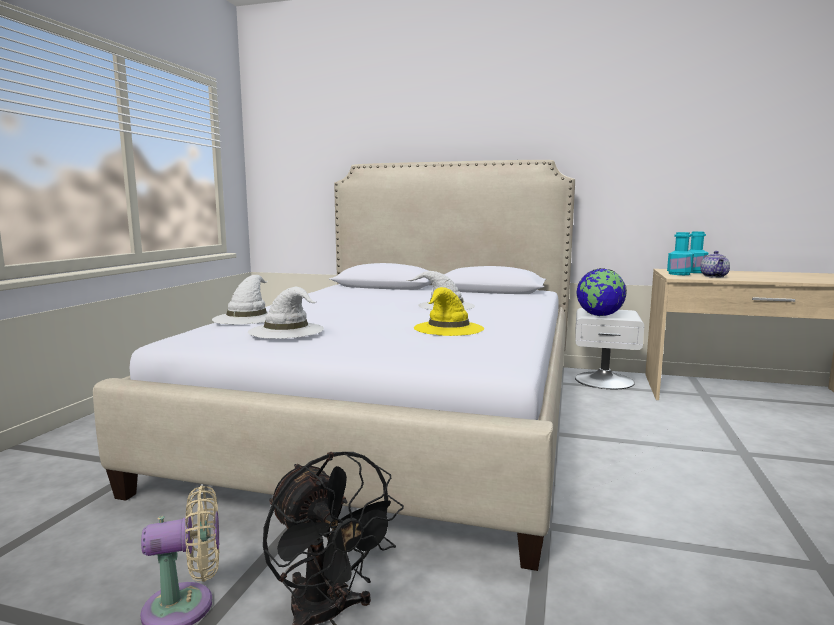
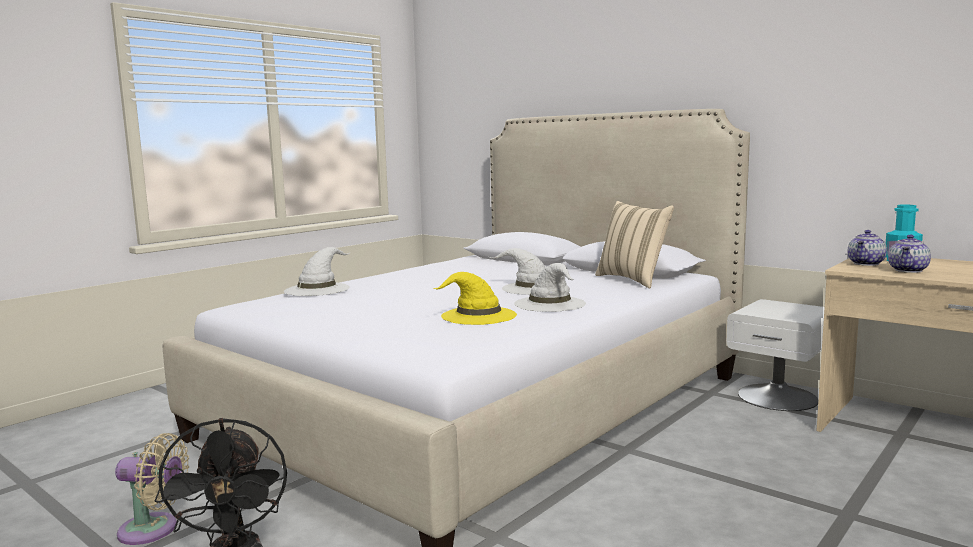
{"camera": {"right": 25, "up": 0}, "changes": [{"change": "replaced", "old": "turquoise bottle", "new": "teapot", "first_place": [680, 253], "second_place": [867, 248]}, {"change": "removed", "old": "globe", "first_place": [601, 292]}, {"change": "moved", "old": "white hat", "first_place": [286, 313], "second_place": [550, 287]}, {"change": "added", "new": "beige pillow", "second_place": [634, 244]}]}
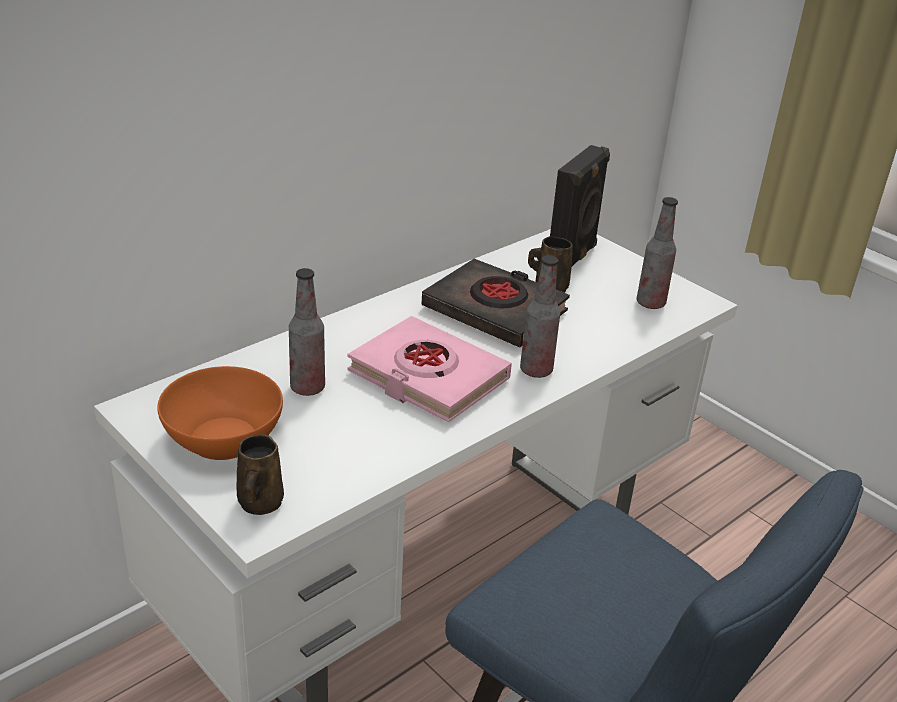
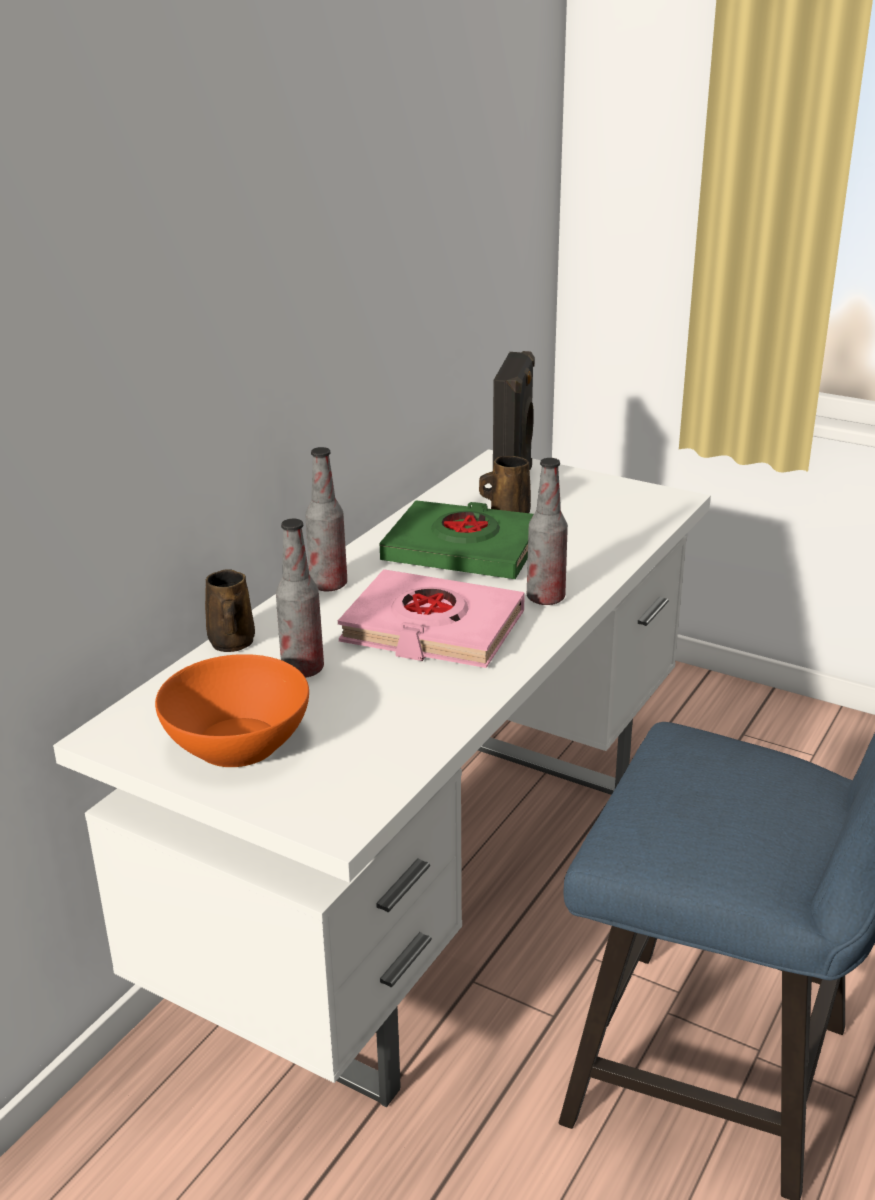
{"camera": {"right": -15, "up": -5}, "changes": [{"change": "moved", "old": "bottle", "first_place": [657, 253], "second_place": [326, 519]}, {"change": "recoloured", "old": "black book", "new": "green book", "first_place": [496, 303], "second_place": [457, 539]}, {"change": "moved", "old": "brown mug", "first_place": [260, 474], "second_place": [230, 610]}]}
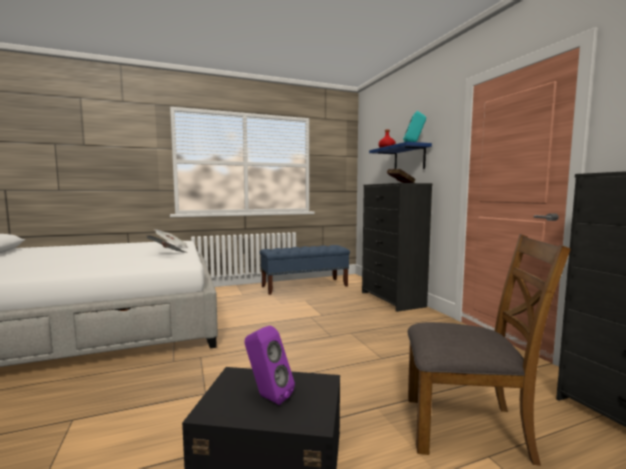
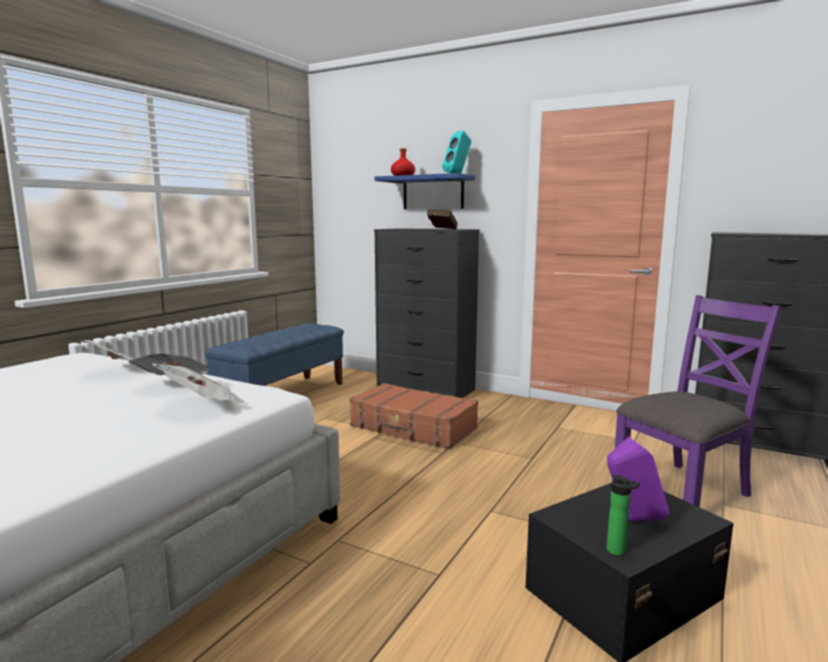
{"camera": {"right": -40, "up": 5}, "changes": [{"change": "recoloured", "old": "brown chair", "new": "purple chair", "first_place": [489, 350], "second_place": [698, 401]}, {"change": "added", "new": "newspaper", "second_place": [200, 384]}, {"change": "added", "new": "brown suitcase", "second_place": [414, 416]}, {"change": "added", "new": "bottle", "second_place": [623, 515]}]}
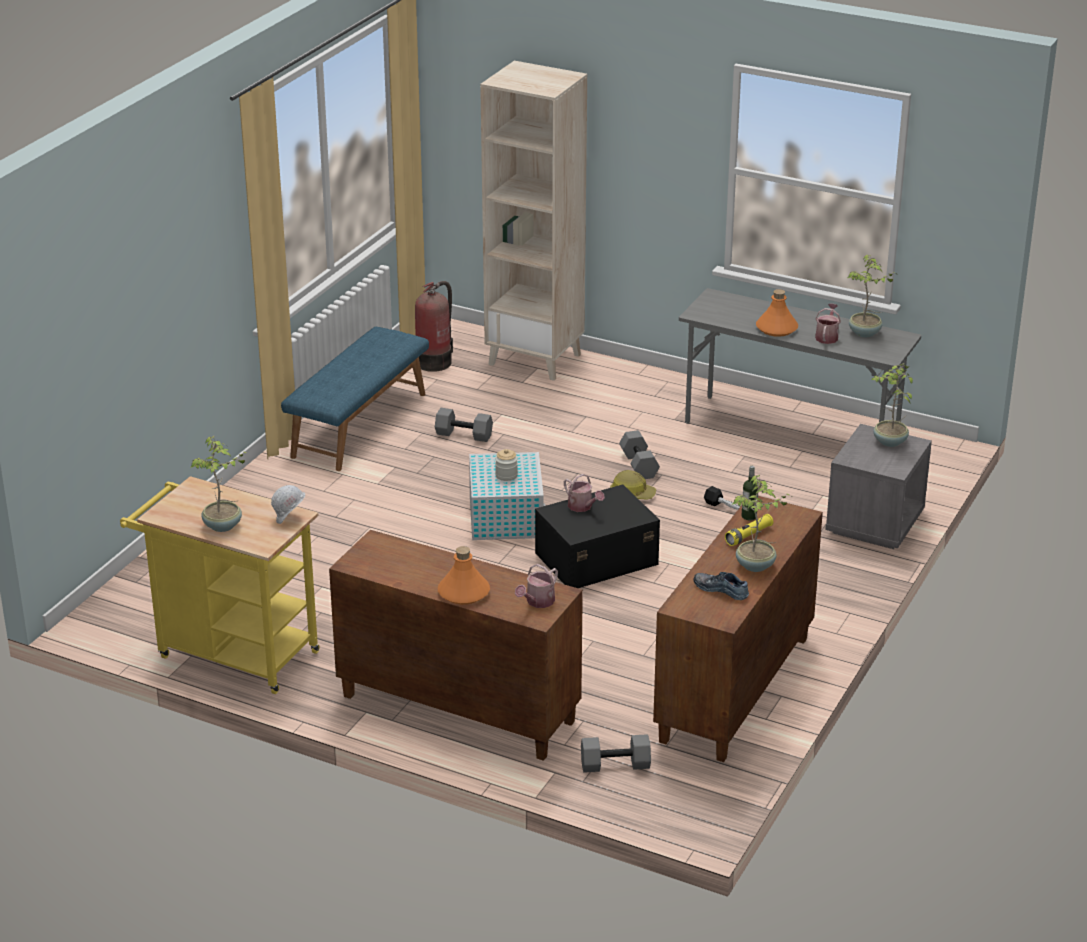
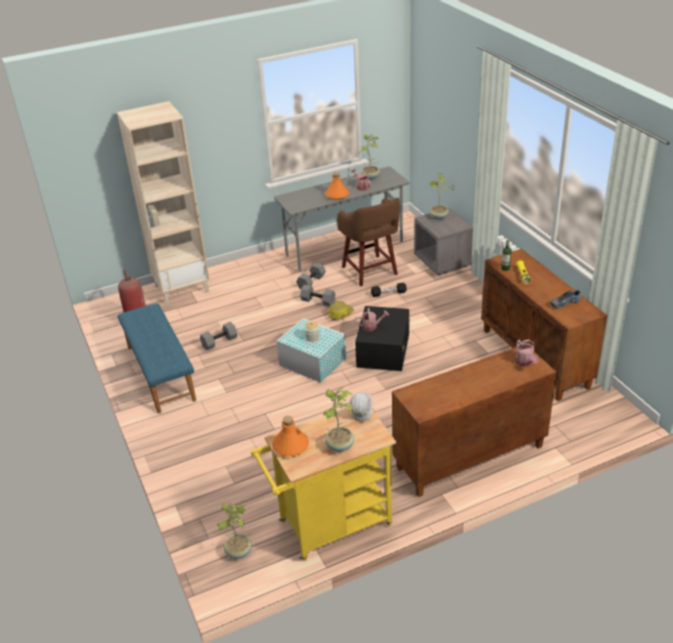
{"camera": {"right": -50, "up": 5}, "changes": [{"change": "moved", "old": "potted plant", "first_place": [761, 523], "second_place": [234, 530]}, {"change": "moved", "old": "orange bottle", "first_place": [464, 575], "second_place": [290, 436]}, {"change": "moved", "old": "grey dumbbell", "first_place": [616, 753], "second_place": [311, 275]}, {"change": "added", "new": "brown stool", "second_place": [368, 242]}]}
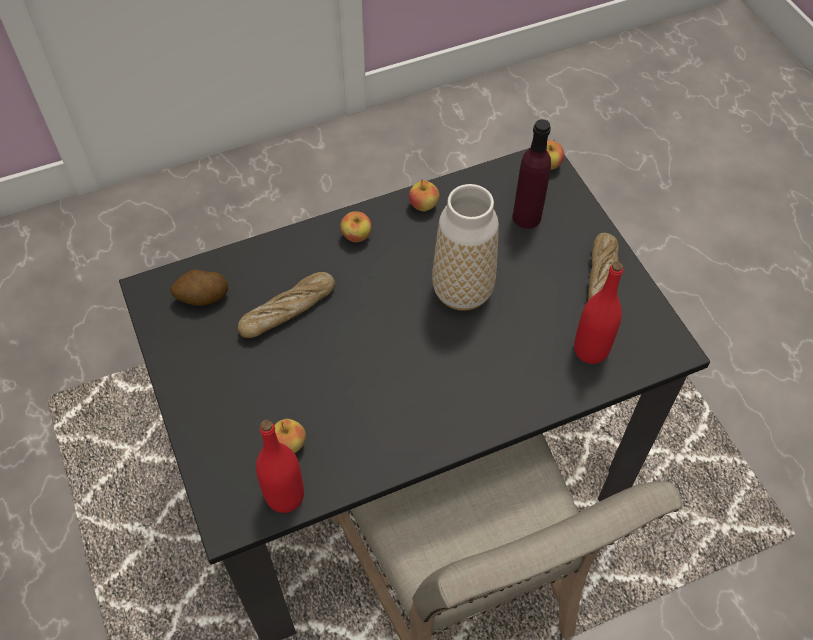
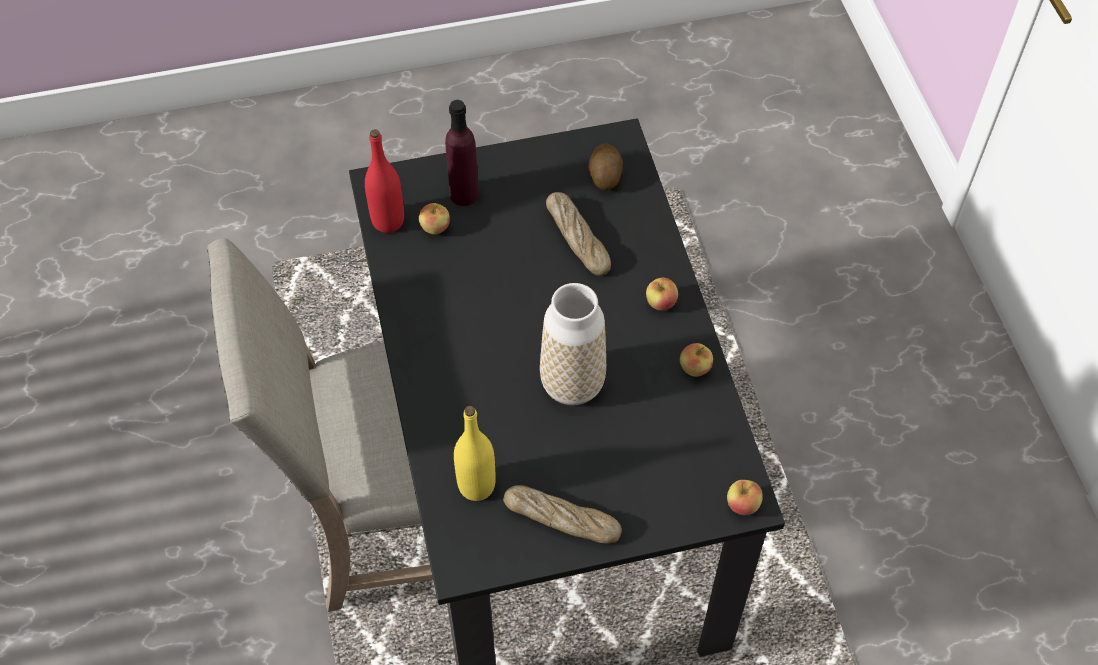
{"camera": {"right": 100, "up": 0}, "changes": [{"change": "moved", "old": "purple bottle", "first_place": [532, 174], "second_place": [462, 153]}, {"change": "recoloured", "old": "red bottle", "new": "yellow bottle", "first_place": [598, 313], "second_place": [475, 453]}]}
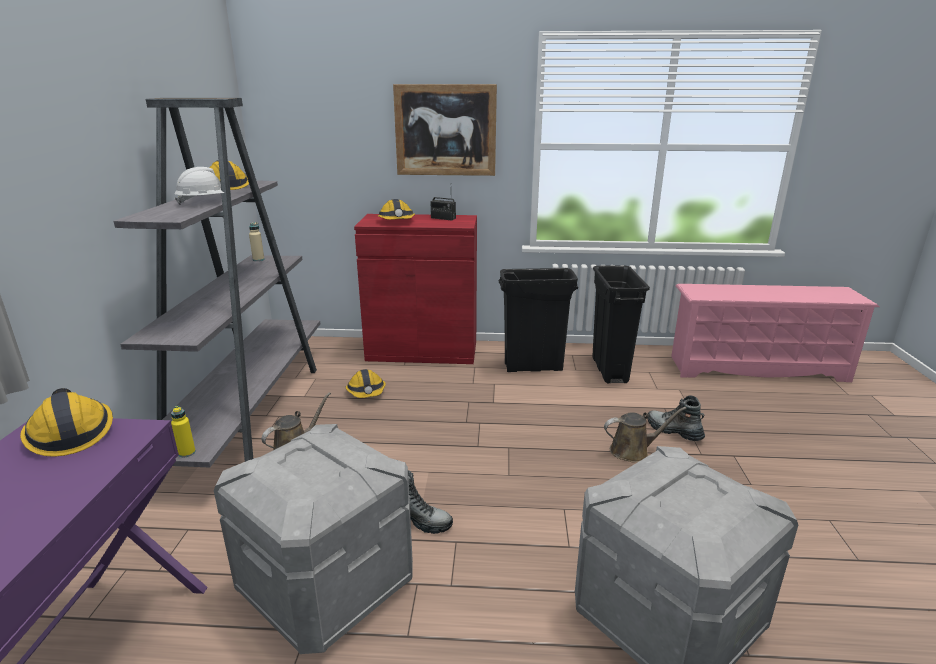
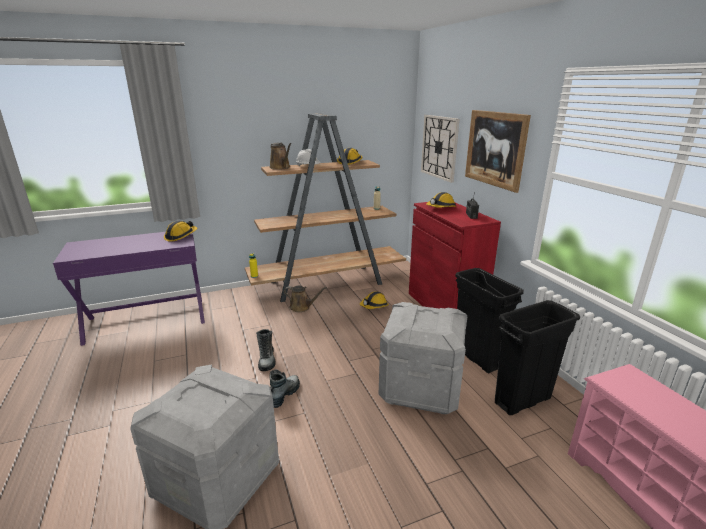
{"camera": {"right": 65, "up": 0}, "changes": [{"change": "recoloured", "old": "grey bookcase", "new": "brown bookcase", "first_place": [217, 282], "second_place": [325, 207]}, {"change": "moved", "old": "boot", "first_place": [676, 418], "second_place": [284, 388]}, {"change": "moved", "old": "brown watering can", "first_place": [645, 435], "second_place": [280, 156]}, {"change": "moved", "old": "grey storage box", "first_place": [313, 539], "second_place": [423, 358]}, {"change": "added", "new": "wall clock", "second_place": [440, 149]}]}
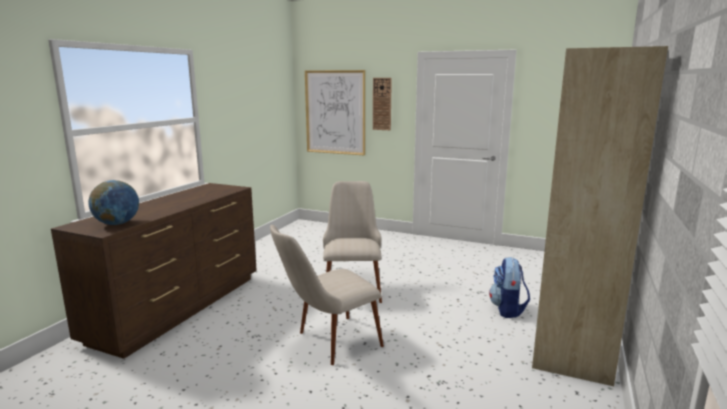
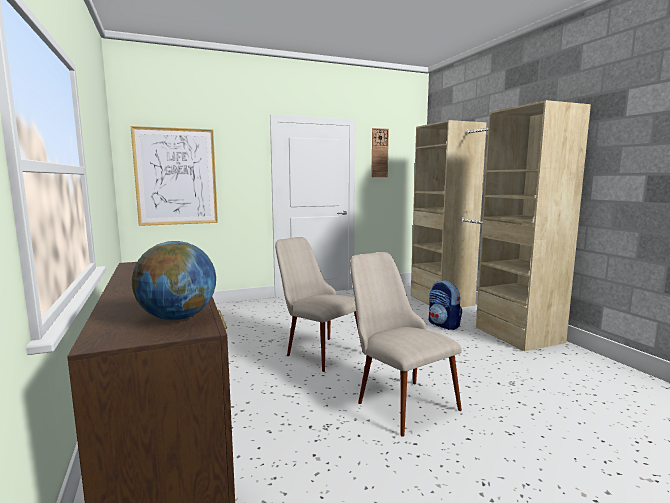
{"camera": {"right": -45, "up": -5}, "changes": [{"change": "moved", "old": "wall clock", "first_place": [382, 104], "second_place": [380, 152]}, {"change": "turned", "old": "beige chair", "first_place": [327, 295], "second_place": [406, 344], "degrees": 135}]}
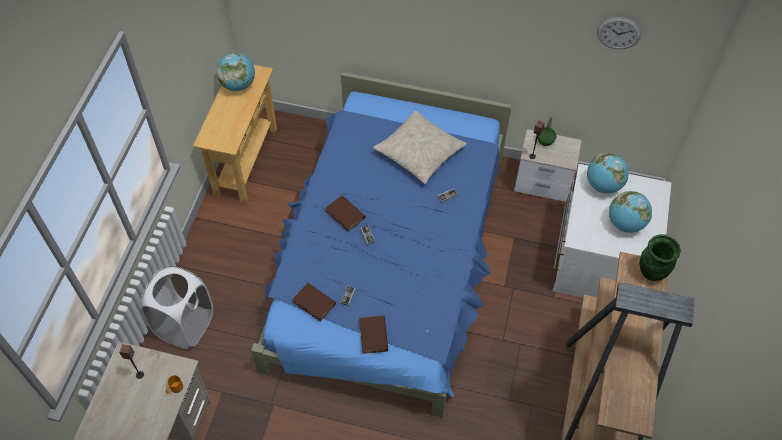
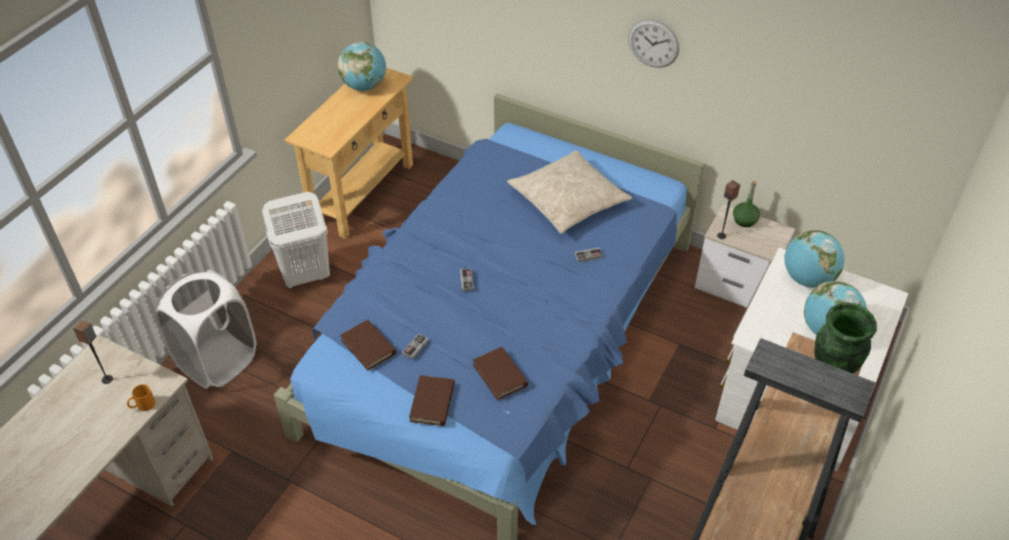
{"camera": {"right": 15, "up": -10}, "changes": [{"change": "moved", "old": "wall clock", "first_place": [619, 33], "second_place": [653, 43]}, {"change": "moved", "old": "brown book", "first_place": [345, 213], "second_place": [500, 373]}, {"change": "added", "new": "white laundry basket", "second_place": [296, 240]}]}
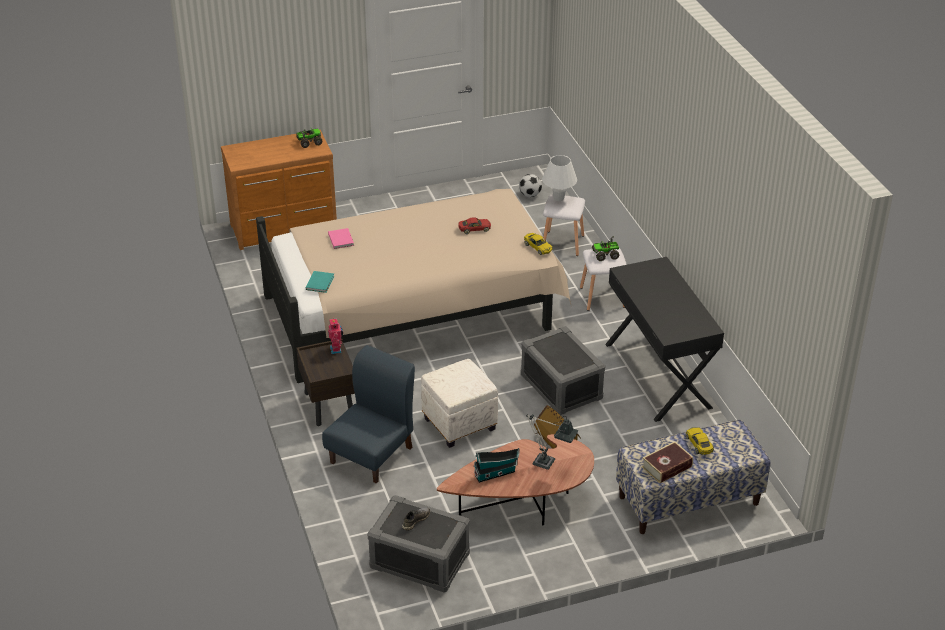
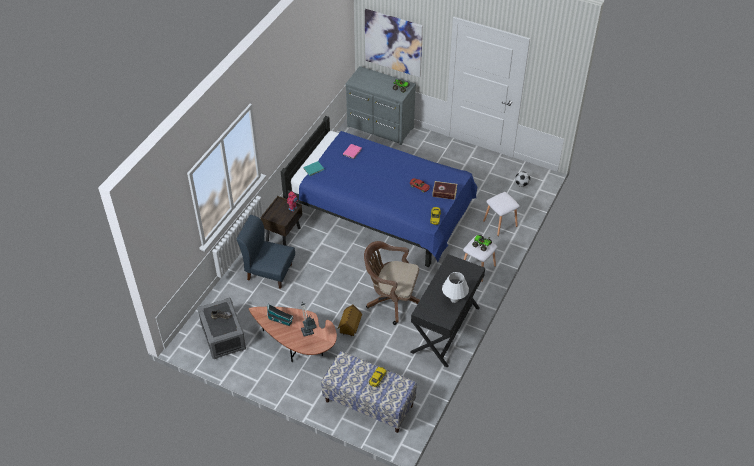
{"camera": {"right": 45, "up": 10}, "changes": [{"change": "recoloured", "old": "brown dresser", "new": "grey dresser", "first_place": [279, 190], "second_place": [381, 105]}, {"change": "moved", "old": "white table lamp", "first_place": [559, 178], "second_place": [455, 287]}, {"change": "recoloured", "old": "beige bed", "new": "blue bed", "first_place": [413, 286], "second_place": [379, 191]}, {"change": "replaced", "old": "grey storage box", "new": "brown office chair", "first_place": [563, 370], "second_place": [392, 283]}, {"change": "turned", "old": "blue chair", "first_place": [368, 414], "second_place": [265, 252], "degrees": -150}, {"change": "removed", "old": "white ottoman", "first_place": [459, 403]}, {"change": "moved", "old": "book", "first_place": [667, 462], "second_place": [444, 190]}, {"change": "added", "new": "picture", "second_place": [394, 43]}]}
